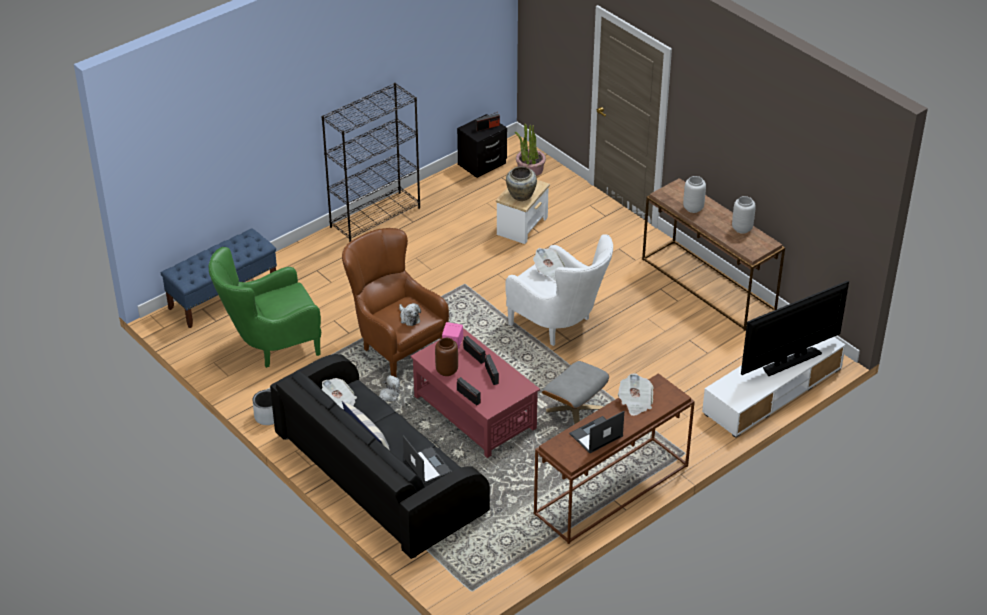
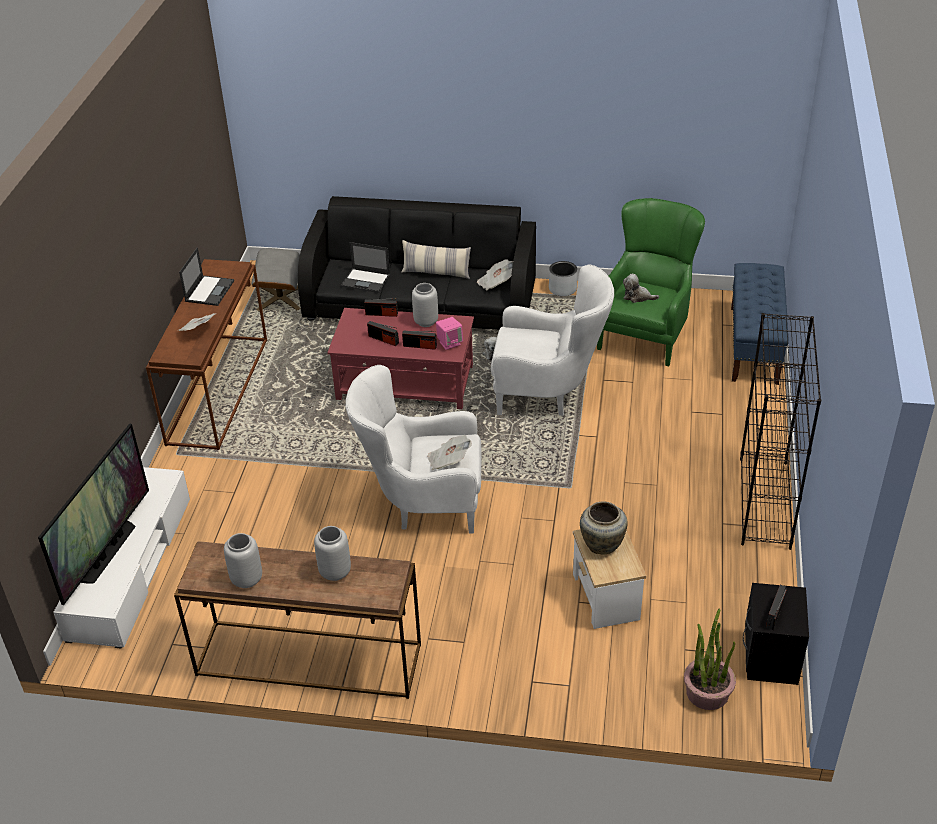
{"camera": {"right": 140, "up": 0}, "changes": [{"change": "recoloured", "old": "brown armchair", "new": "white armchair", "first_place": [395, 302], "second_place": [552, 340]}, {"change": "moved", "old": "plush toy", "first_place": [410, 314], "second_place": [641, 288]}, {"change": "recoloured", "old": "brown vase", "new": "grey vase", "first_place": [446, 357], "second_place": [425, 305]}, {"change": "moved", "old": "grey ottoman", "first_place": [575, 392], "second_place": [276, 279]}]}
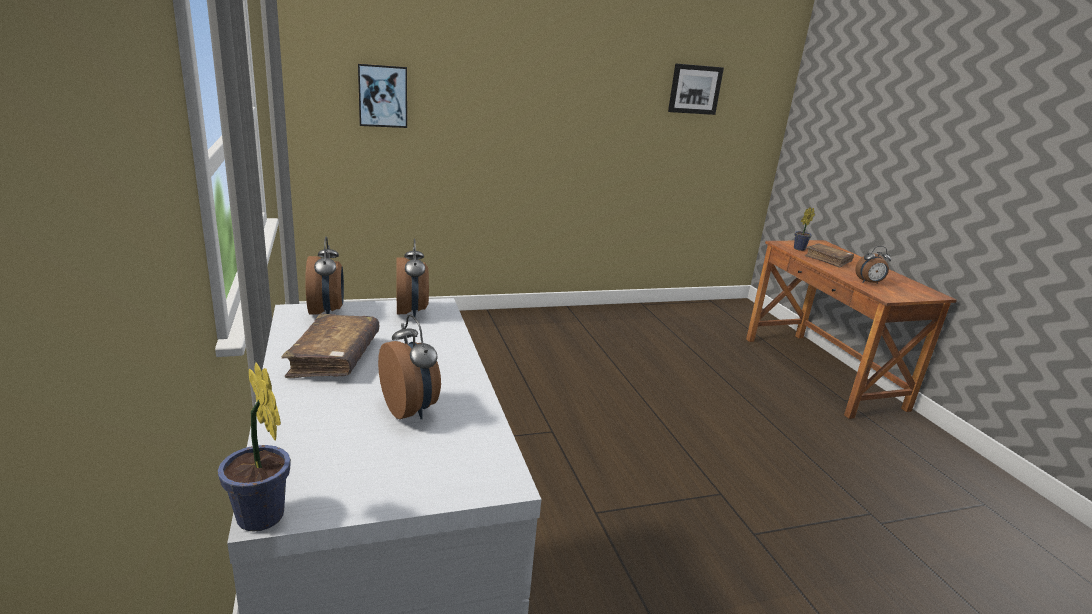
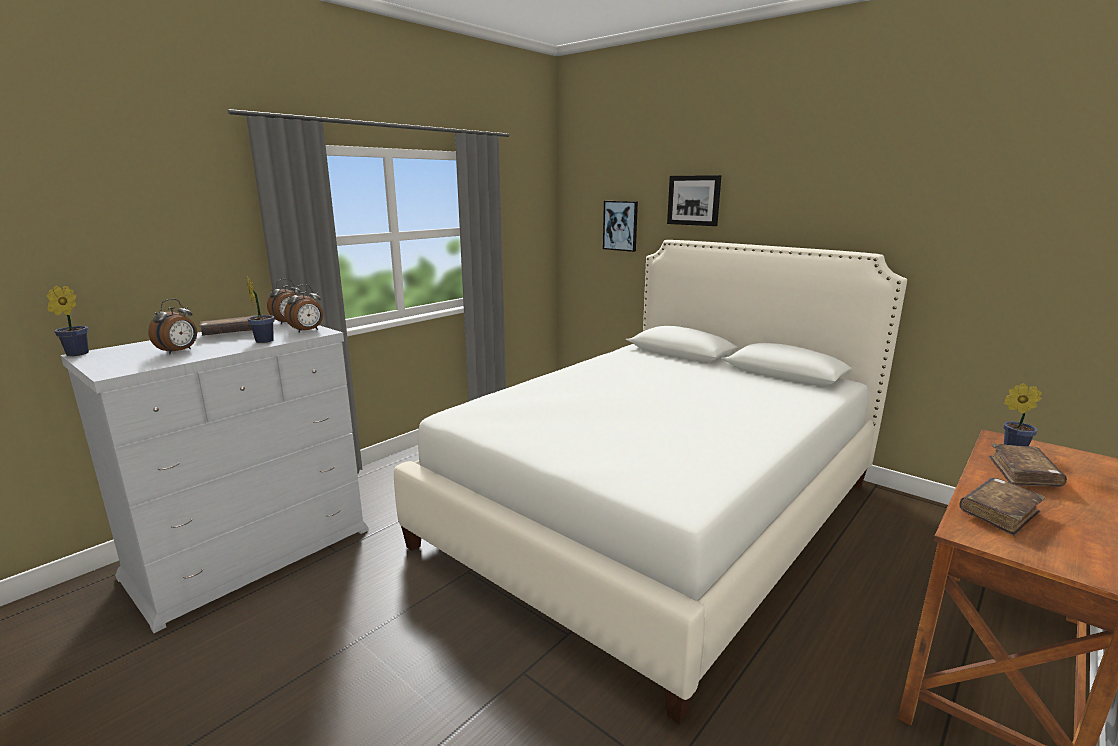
{"camera": {"right": 60, "up": -5}, "changes": [{"change": "moved", "old": "picture", "first_place": [696, 89], "second_place": [694, 200]}, {"change": "replaced", "old": "alarm clock", "new": "brown book", "first_place": [873, 265], "second_place": [1002, 507]}, {"change": "added", "new": "white bed", "second_place": [650, 482]}, {"change": "added", "new": "potted plant", "second_place": [260, 309]}]}
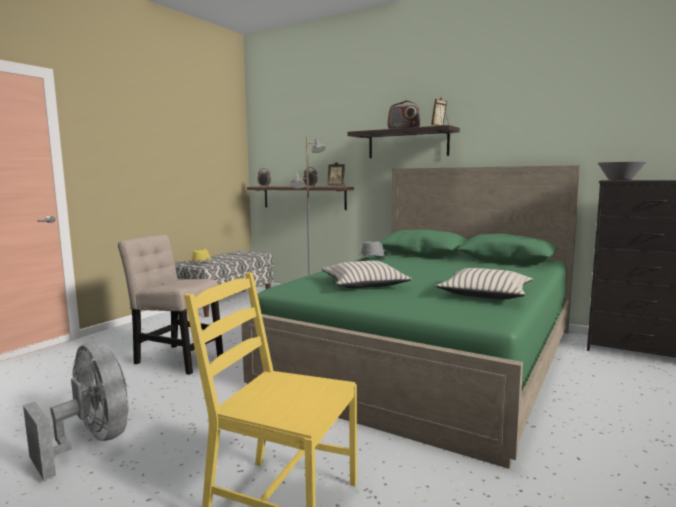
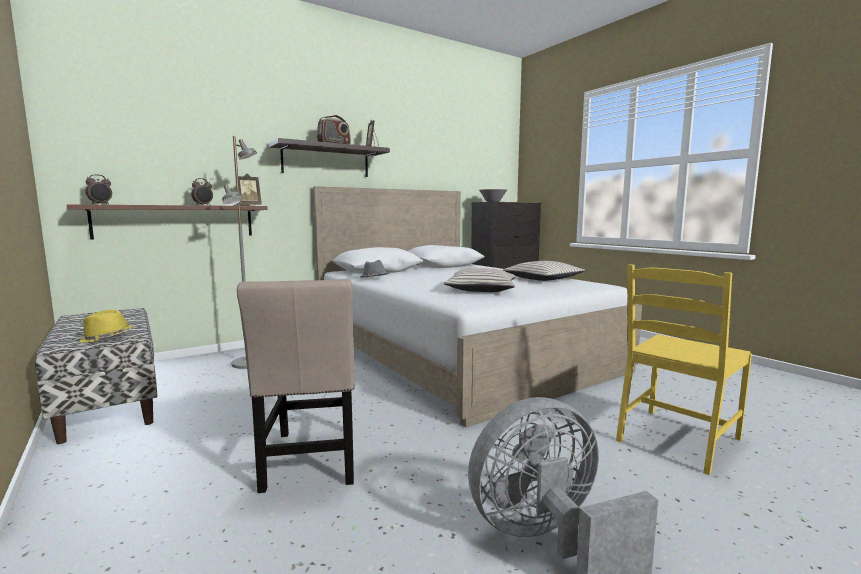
{"camera": {"right": -65, "up": 0}, "changes": [{"change": "recoloured", "old": "green bed", "new": "white bed", "first_place": [410, 317], "second_place": [477, 306]}, {"change": "turned", "old": "beige chair", "first_place": [170, 304], "second_place": [296, 386], "degrees": -60}]}
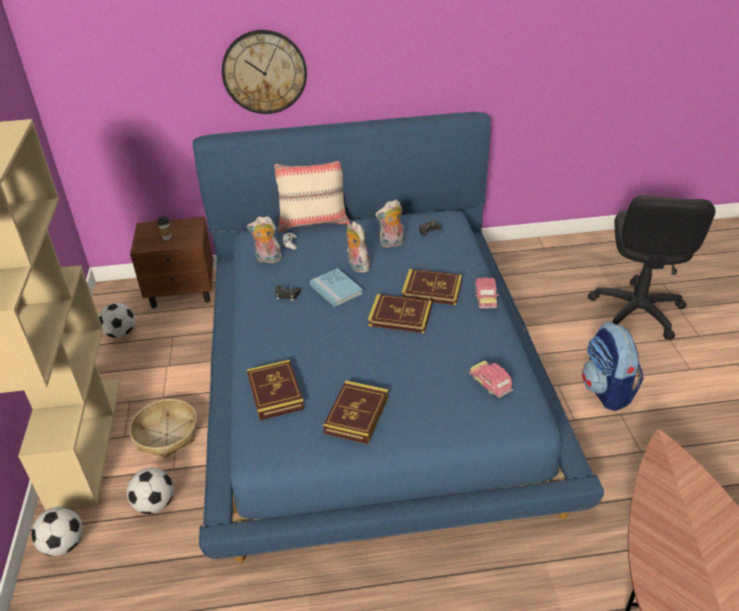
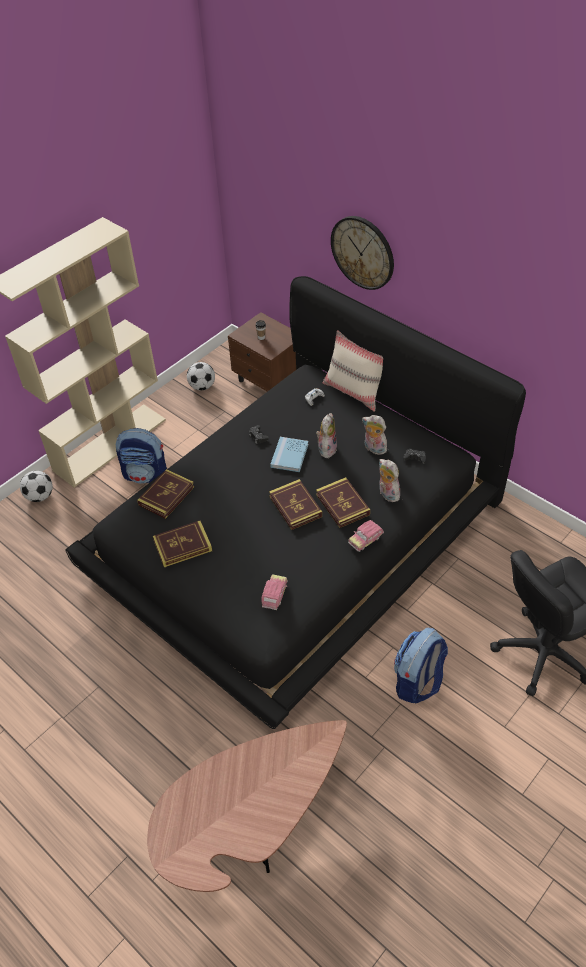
{"camera": {"right": 50, "up": 10}, "changes": [{"change": "recoloured", "old": "blue bed", "new": "black bed", "first_place": [398, 337], "second_place": [295, 502]}, {"change": "moved", "old": "plush toy", "first_place": [264, 239], "second_place": [389, 480]}, {"change": "replaced", "old": "basket", "new": "backpack", "first_place": [163, 428], "second_place": [141, 455]}, {"change": "removed", "old": "football", "first_place": [150, 490]}]}
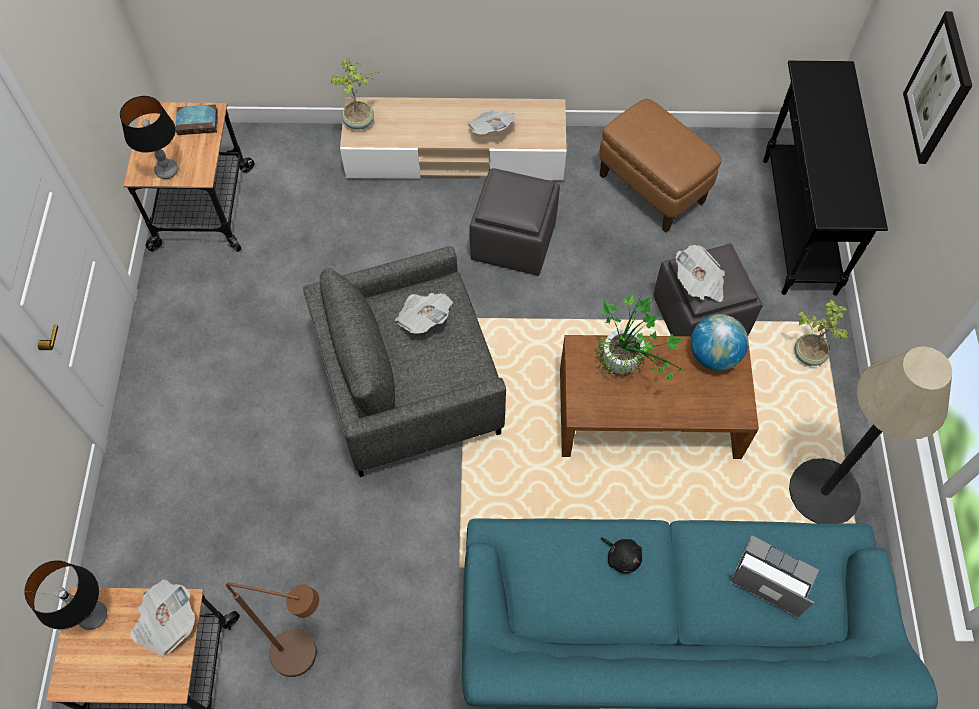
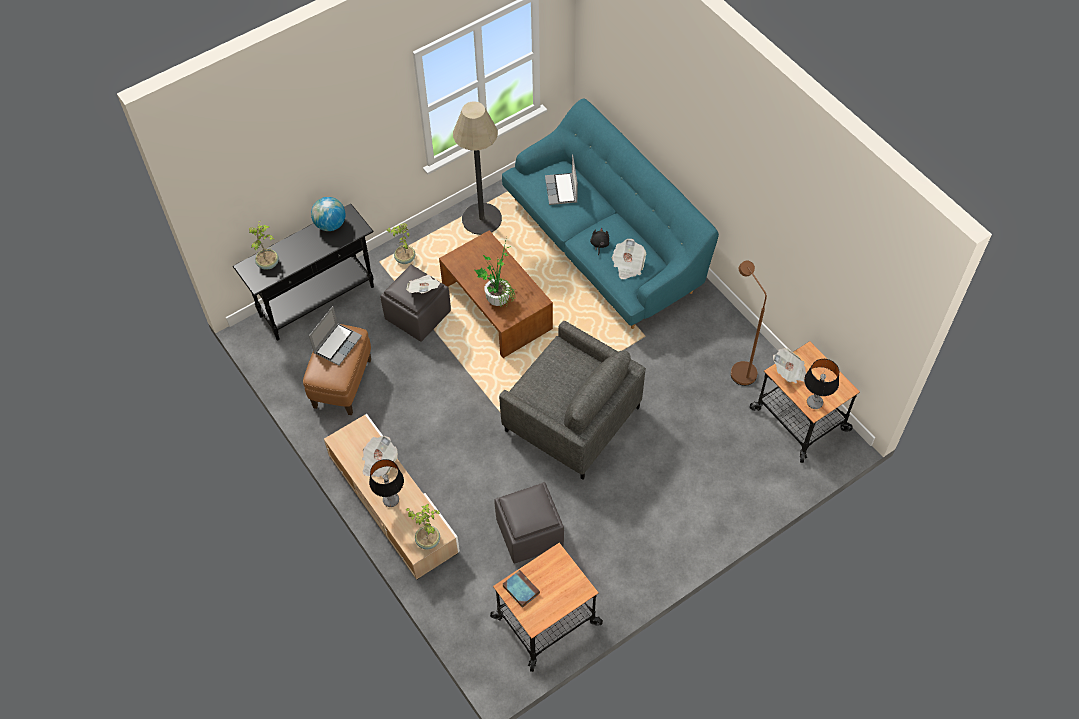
{"camera": {"right": -125, "up": -5}, "changes": [{"change": "removed", "old": "picture", "first_place": [937, 87]}, {"change": "moved", "old": "table lamp", "first_place": [149, 137], "second_place": [386, 483]}, {"change": "moved", "old": "grey ottoman", "first_place": [514, 222], "second_place": [529, 522]}, {"change": "moved", "old": "newspaper", "first_place": [424, 313], "second_place": [629, 259]}, {"change": "moved", "old": "globe", "first_place": [719, 342], "second_place": [328, 214]}, {"change": "added", "new": "potted plant", "second_place": [264, 245]}, {"change": "added", "new": "laptop", "second_place": [335, 335]}]}
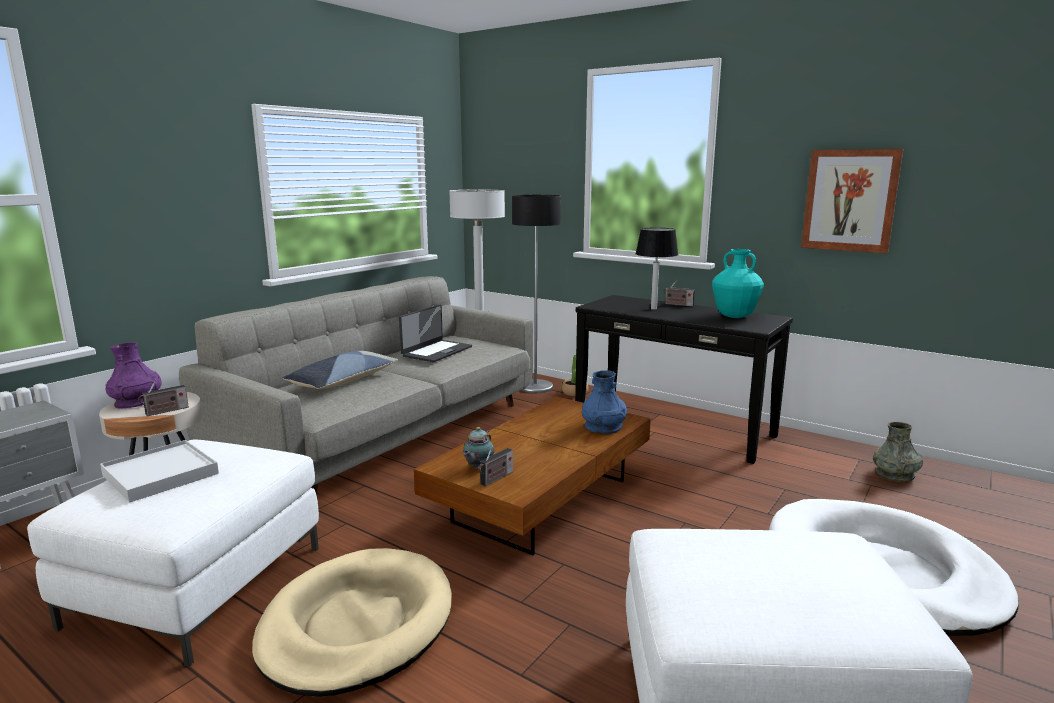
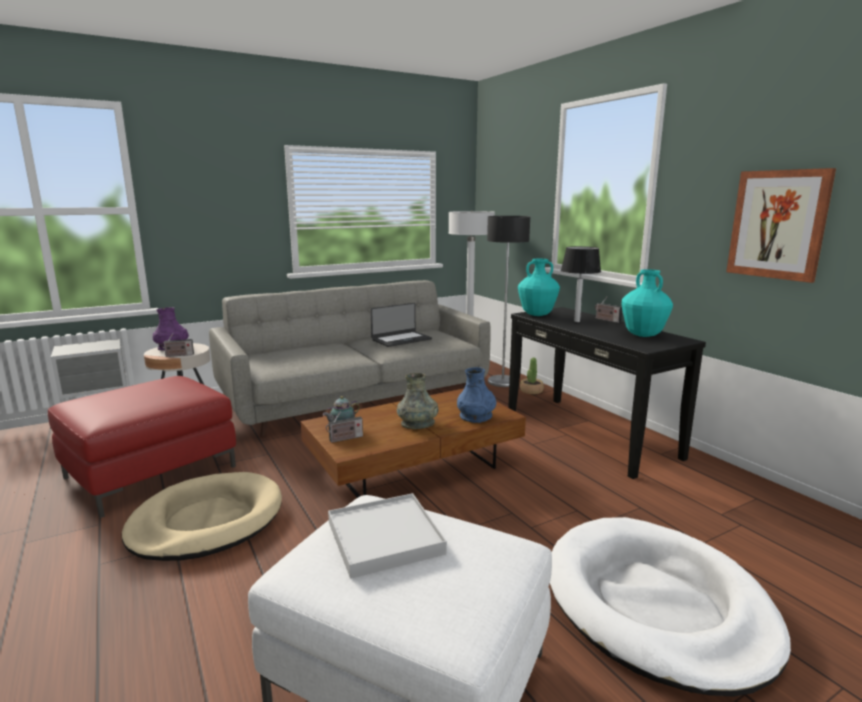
{"camera": {"right": 25, "up": 0}, "changes": [{"change": "removed", "old": "pillow", "first_place": [340, 370]}, {"change": "moved", "old": "grey vase", "first_place": [898, 452], "second_place": [417, 401]}, {"change": "recoloured", "old": "white ottoman", "new": "red ottoman", "first_place": [173, 553], "second_place": [142, 447]}, {"change": "moved", "old": "white tray", "first_place": [159, 471], "second_place": [387, 536]}, {"change": "added", "new": "turquoise vase", "second_place": [539, 287]}]}
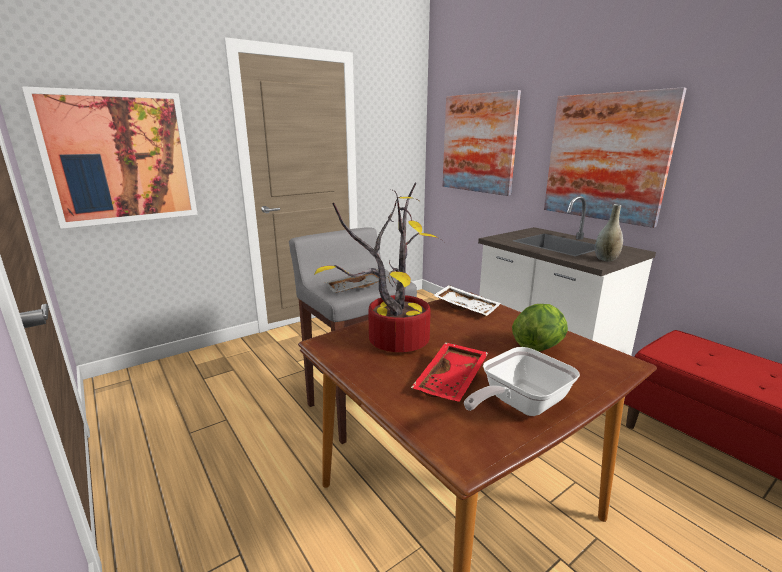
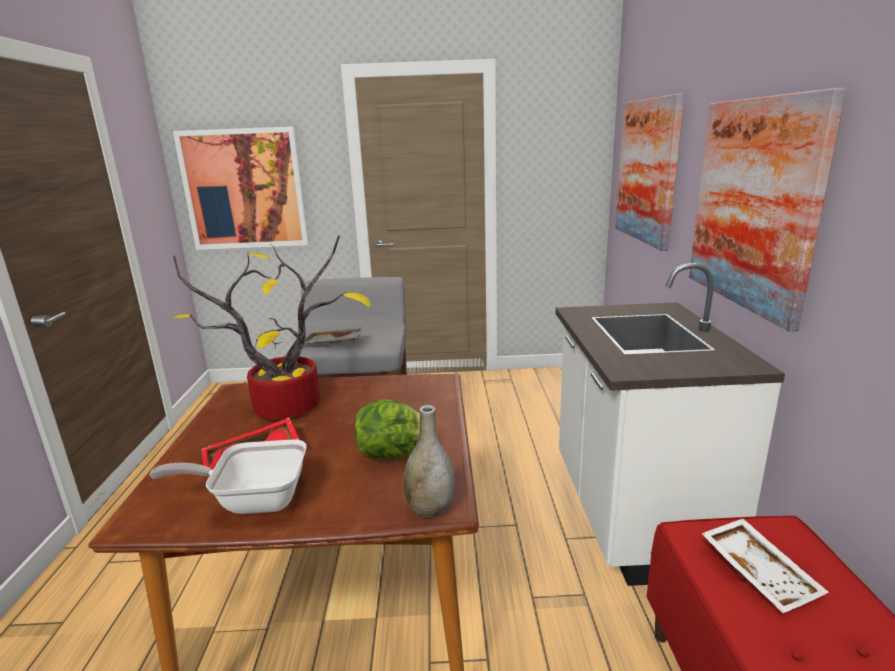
{"camera": {"right": 35, "up": 0}, "changes": [{"change": "moved", "old": "grey vase", "first_place": [609, 232], "second_place": [429, 461]}, {"change": "moved", "old": "white tray", "first_place": [467, 300], "second_place": [765, 565]}]}
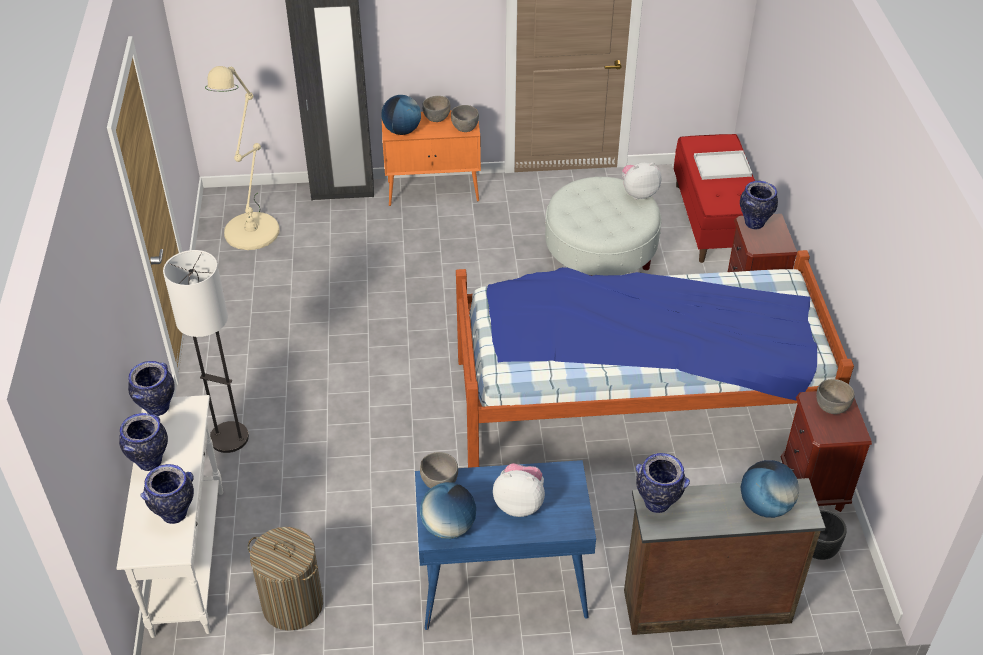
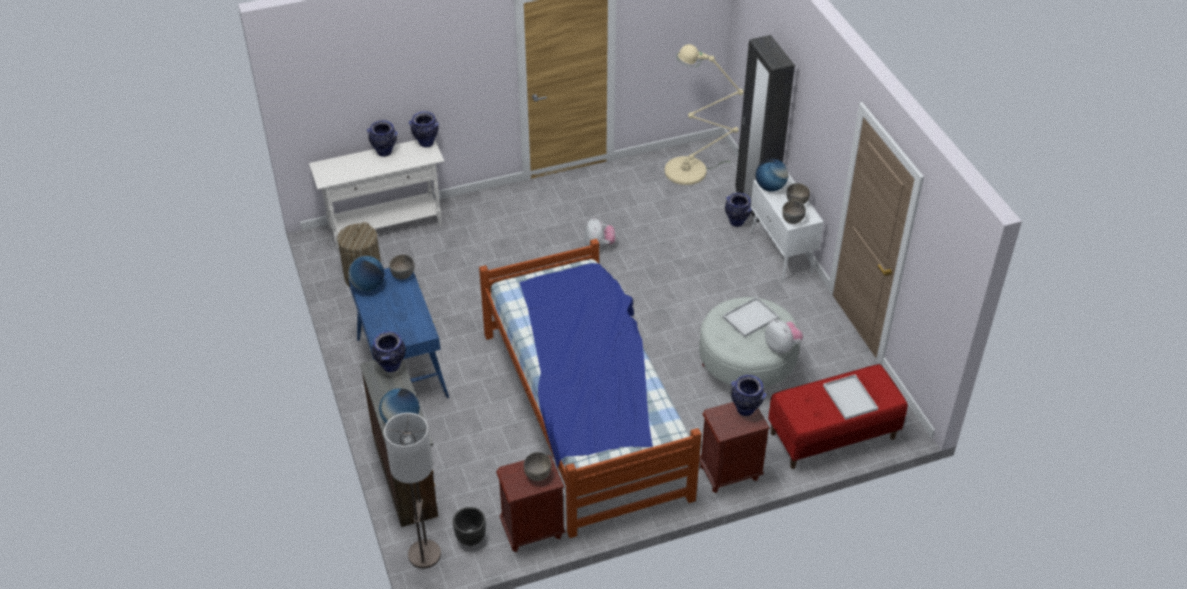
{"camera": {"right": 75, "up": 0}, "changes": [{"change": "recoloured", "old": "orange cabinet", "new": "white cabinet", "first_place": [431, 158], "second_place": [787, 227]}, {"change": "moved", "old": "floor lamp", "first_place": [206, 351], "second_place": [412, 491]}, {"change": "moved", "old": "plush toy", "first_place": [519, 490], "second_place": [599, 232]}, {"change": "moved", "old": "vase", "first_place": [167, 494], "second_place": [738, 210]}, {"change": "added", "new": "white tray", "second_place": [750, 317]}]}
